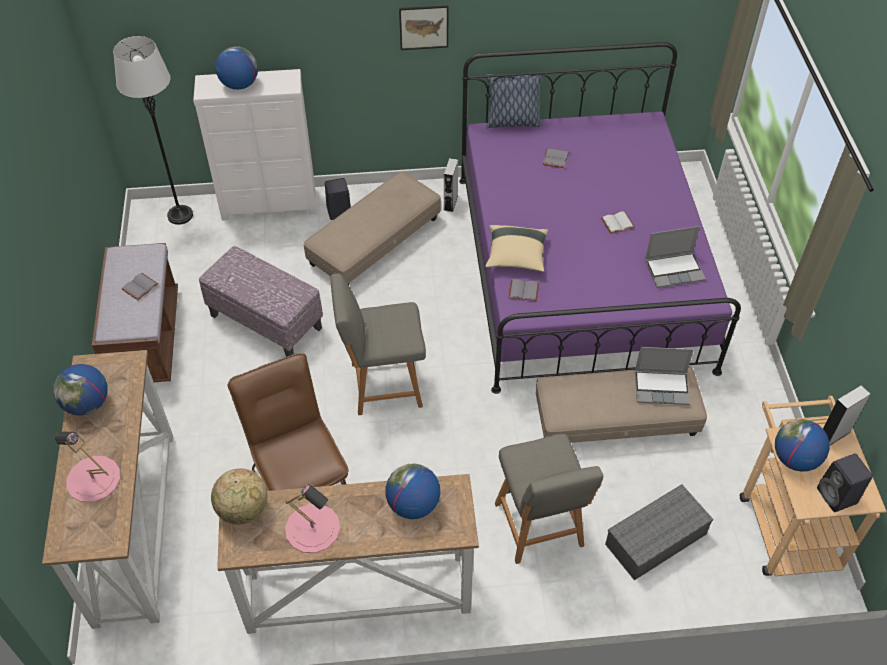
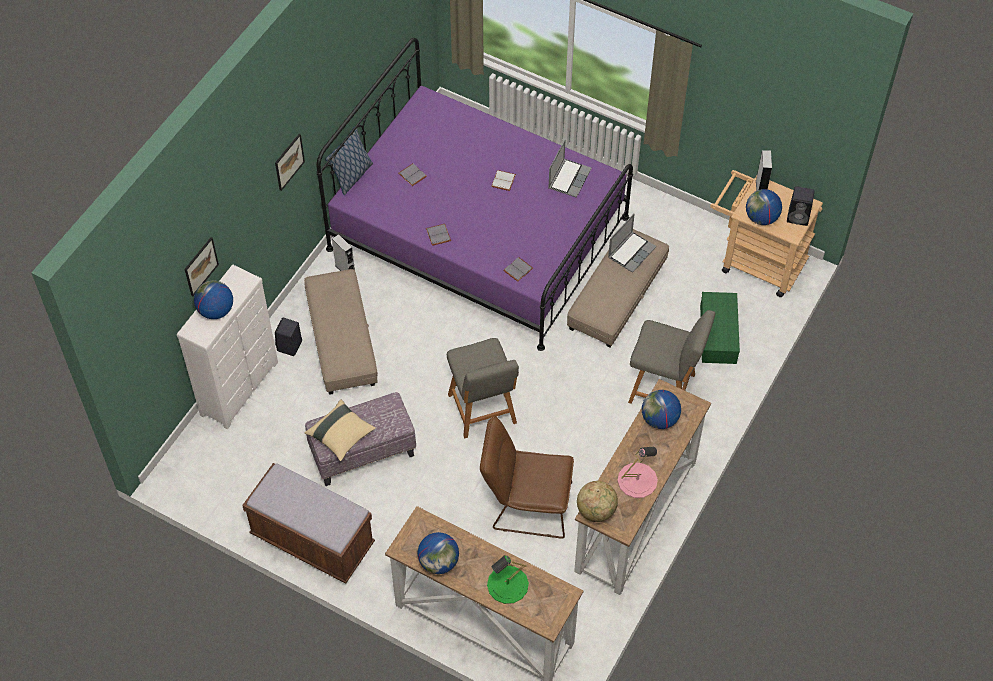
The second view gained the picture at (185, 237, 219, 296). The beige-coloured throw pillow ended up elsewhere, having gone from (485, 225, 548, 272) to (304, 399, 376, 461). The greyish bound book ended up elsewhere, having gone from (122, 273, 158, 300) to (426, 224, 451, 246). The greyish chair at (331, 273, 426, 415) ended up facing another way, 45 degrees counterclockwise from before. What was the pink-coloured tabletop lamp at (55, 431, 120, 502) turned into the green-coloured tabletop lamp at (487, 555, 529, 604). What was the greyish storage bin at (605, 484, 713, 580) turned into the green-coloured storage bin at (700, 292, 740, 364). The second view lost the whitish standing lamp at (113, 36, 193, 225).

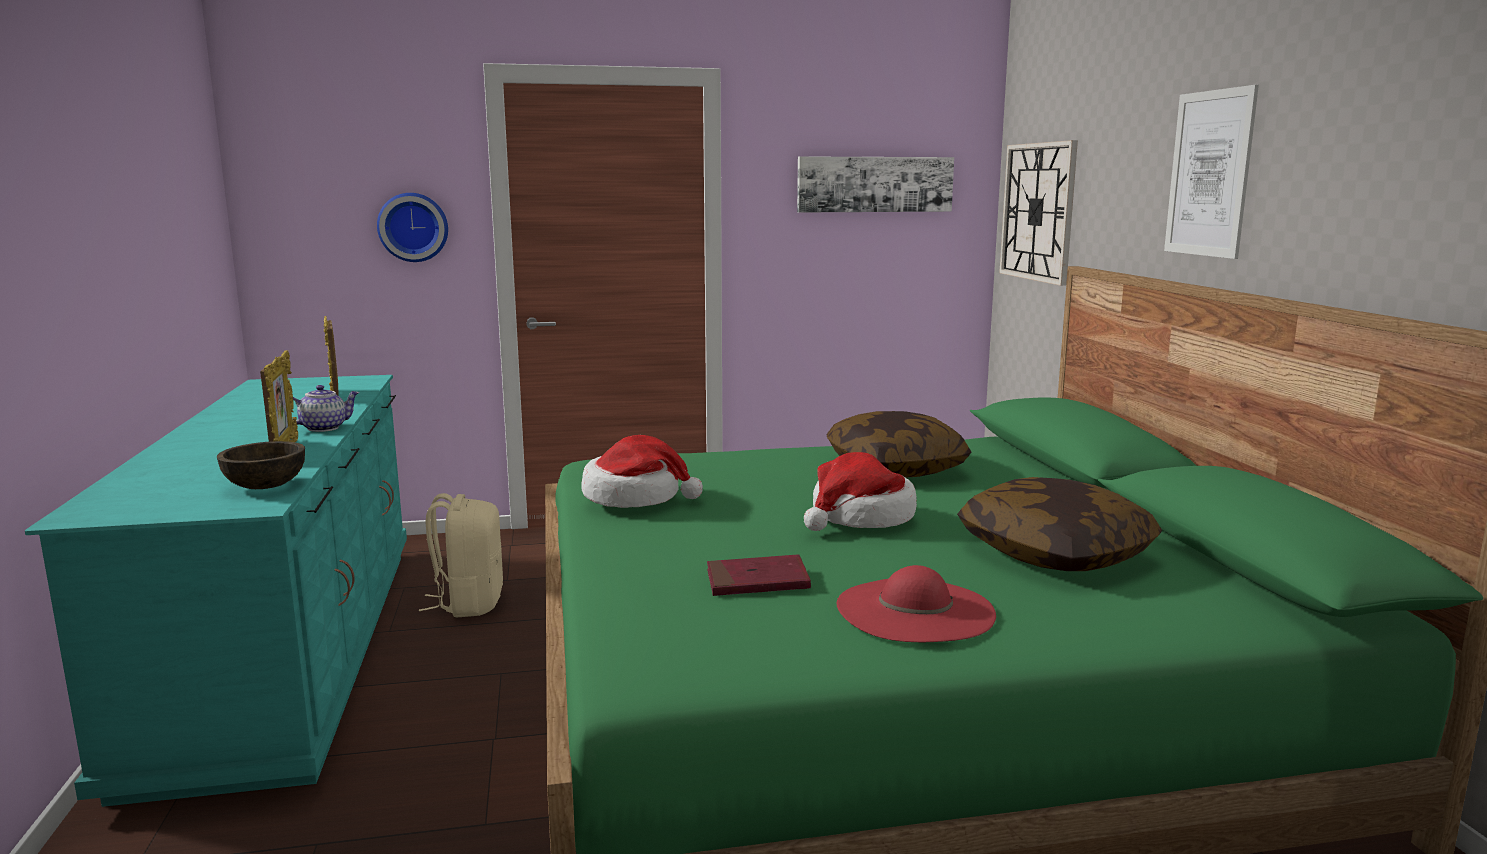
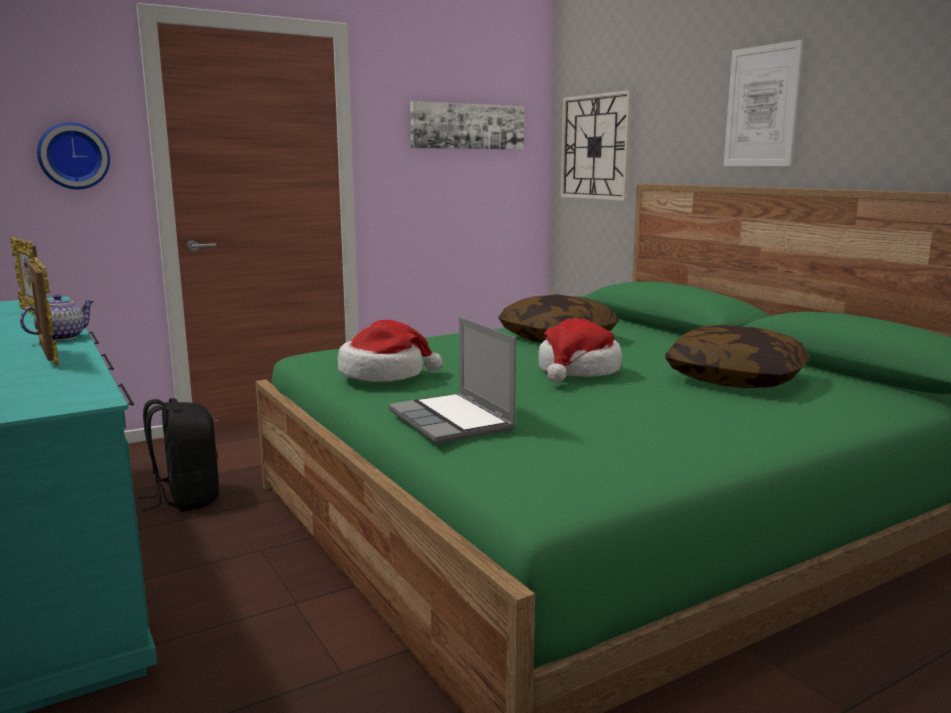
What was the beige-coloured rucksack at (419, 493, 503, 617) turned into the black rucksack at (138, 398, 219, 512). The second view gained the portable computer at (388, 317, 516, 444). The second view lost the brownish serving bowl at (217, 441, 305, 489). The second view lost the reddish bound book at (707, 554, 811, 596). The second view lost the reddish hat at (836, 565, 996, 642).

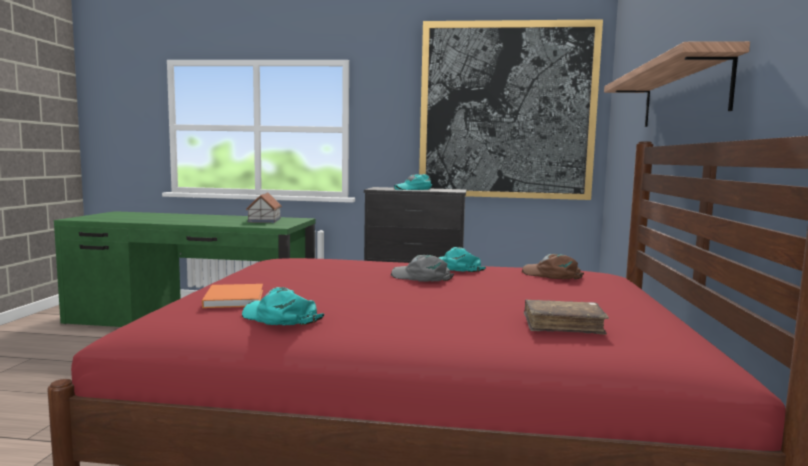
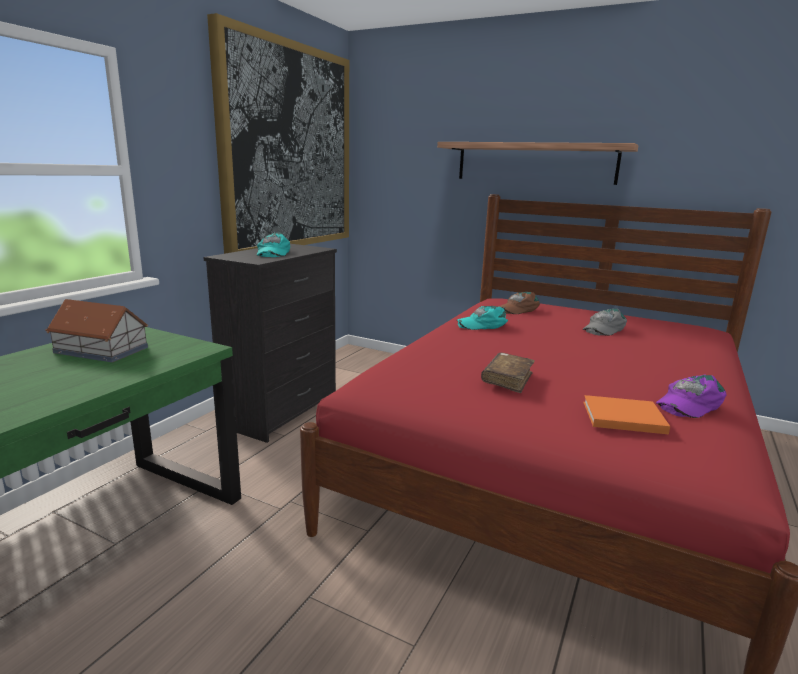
The brownish bound book ended up elsewhere, having gone from (524, 300, 609, 335) to (481, 353, 535, 393). The greyish peaked cap ended up elsewhere, having gone from (391, 255, 454, 282) to (583, 309, 627, 336). What was the blue-green peaked cap at (242, 287, 324, 325) turned into the purple peaked cap at (656, 375, 727, 418).

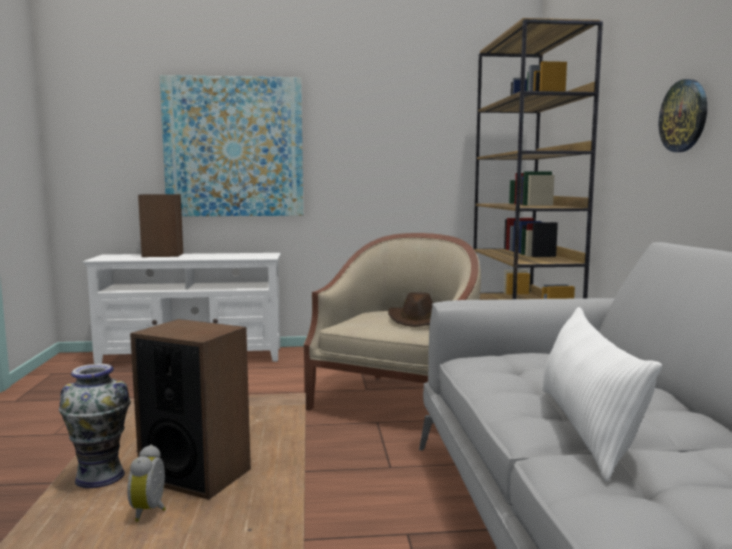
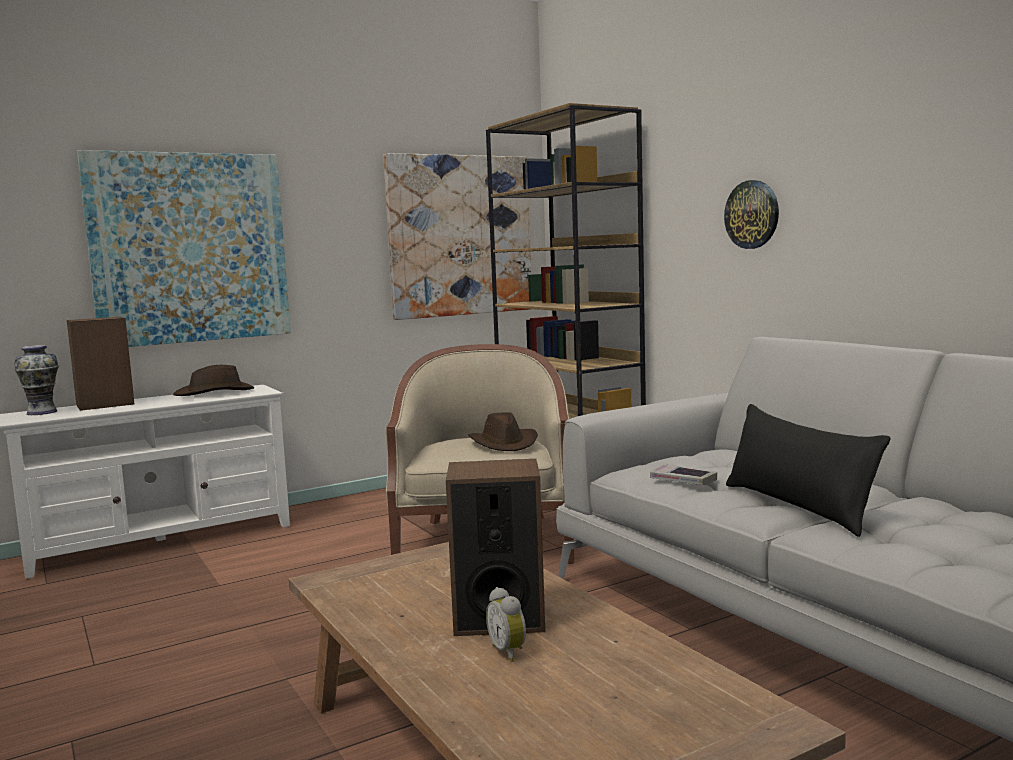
The flower vase ended up elsewhere, having gone from (59, 364, 131, 488) to (15, 345, 59, 415). The second view gained the brownish hat at (173, 365, 254, 396). The second view gained the picture at (384, 153, 531, 320). The second view gained the bound book at (650, 463, 717, 485). What was the whitish throw pillow at (542, 307, 662, 482) turned into the black throw pillow at (726, 404, 890, 537).

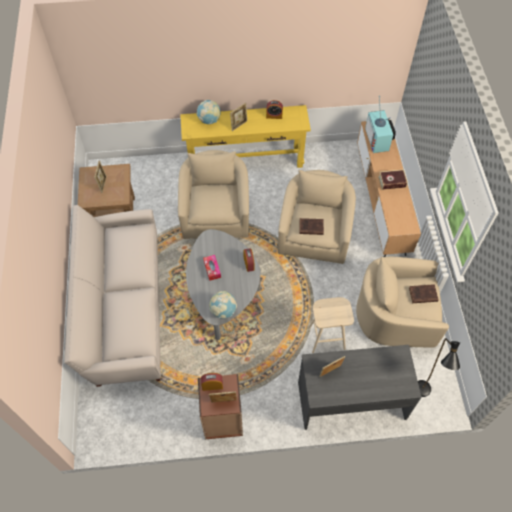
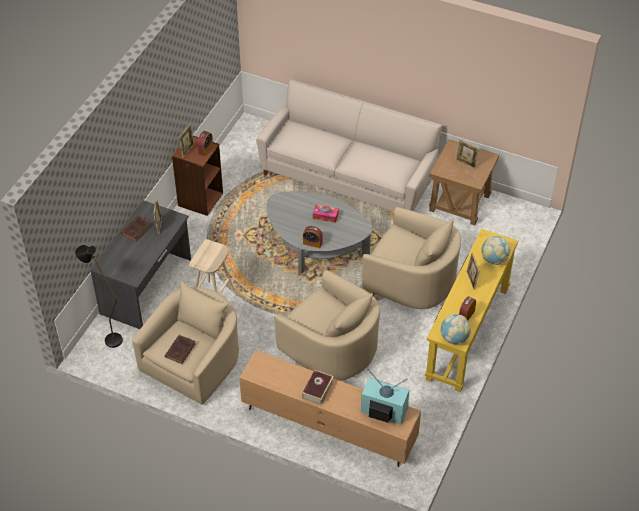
The brownish bound book ended up elsewhere, having gone from (299, 218, 324, 235) to (121, 215, 152, 242). The world globe ended up elsewhere, having gone from (209, 291, 237, 319) to (441, 314, 471, 344).

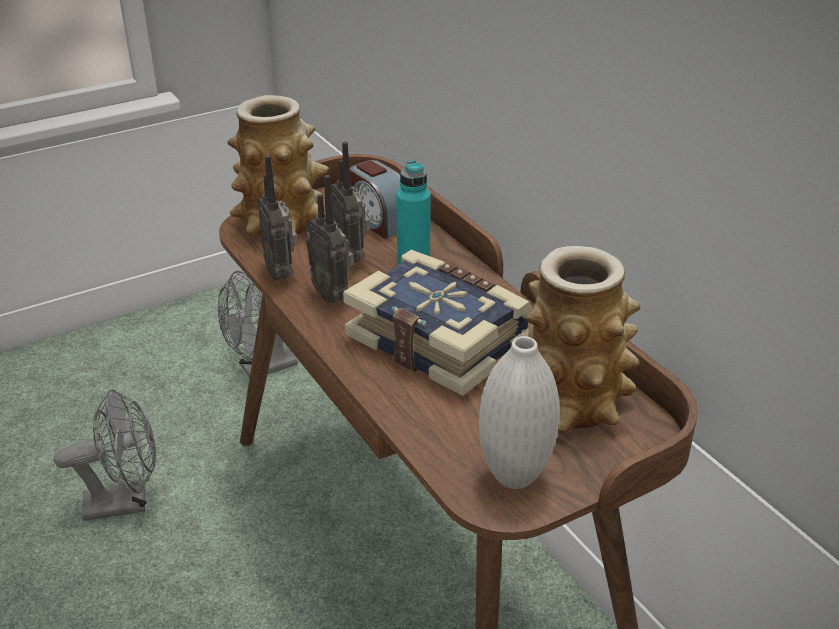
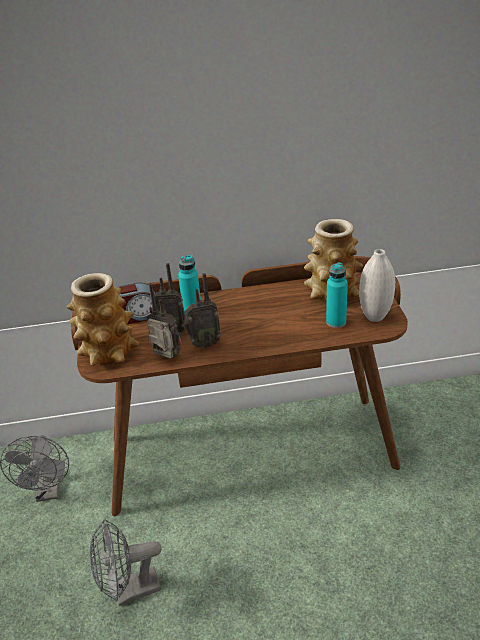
The greyish electric fan at (54, 389, 156, 521) ended up facing another way, 120 degrees counterclockwise from before. The radio set at (257, 155, 298, 280) ended up facing another way, 150 degrees counterclockwise from before. The second view gained the blue-green bottle at (326, 262, 348, 328). The second view lost the bound book at (343, 250, 533, 396).

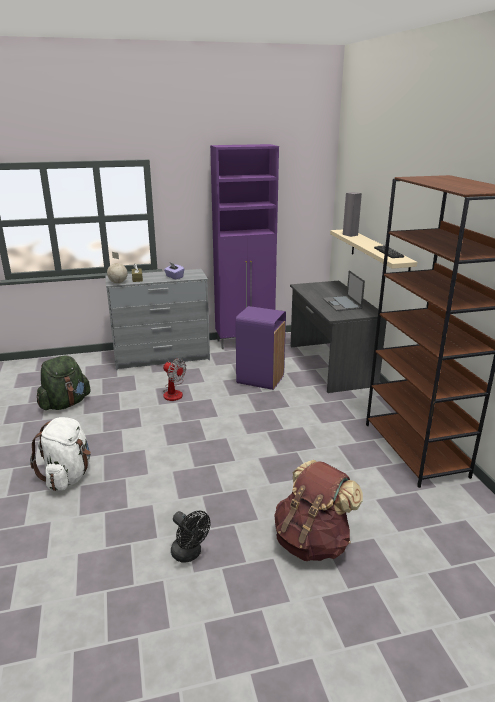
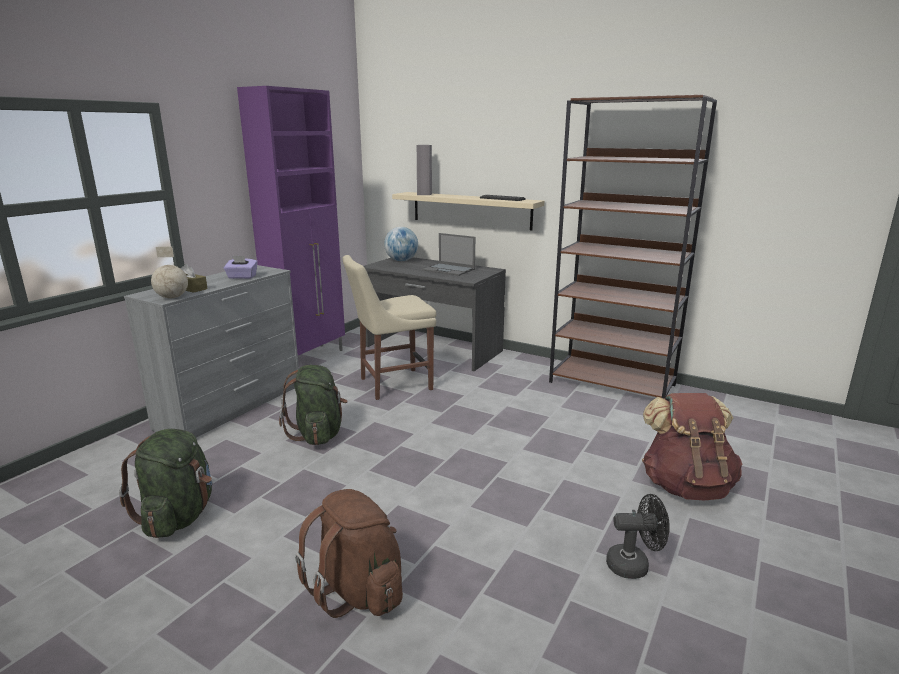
Where the electric fan stood at (163, 359, 186, 401), the green-coloured rucksack came to stand at (279, 365, 348, 445). What was the whitish rucksack at (30, 417, 91, 491) turned into the brownish rucksack at (295, 489, 403, 618). Where the purple trash can stood at (236, 306, 286, 390), the beige-coloured chair came to stand at (342, 255, 436, 400). The second view gained the world globe at (384, 227, 418, 261).

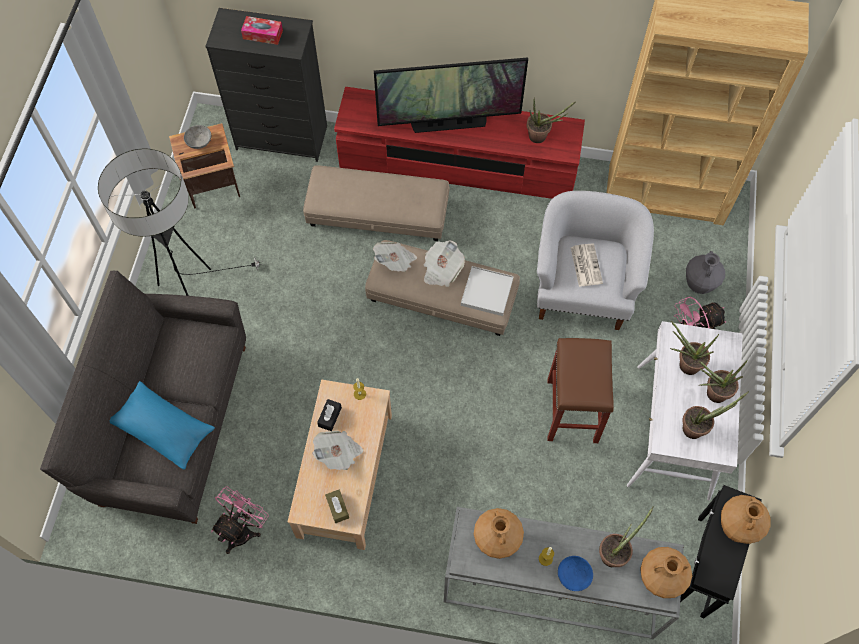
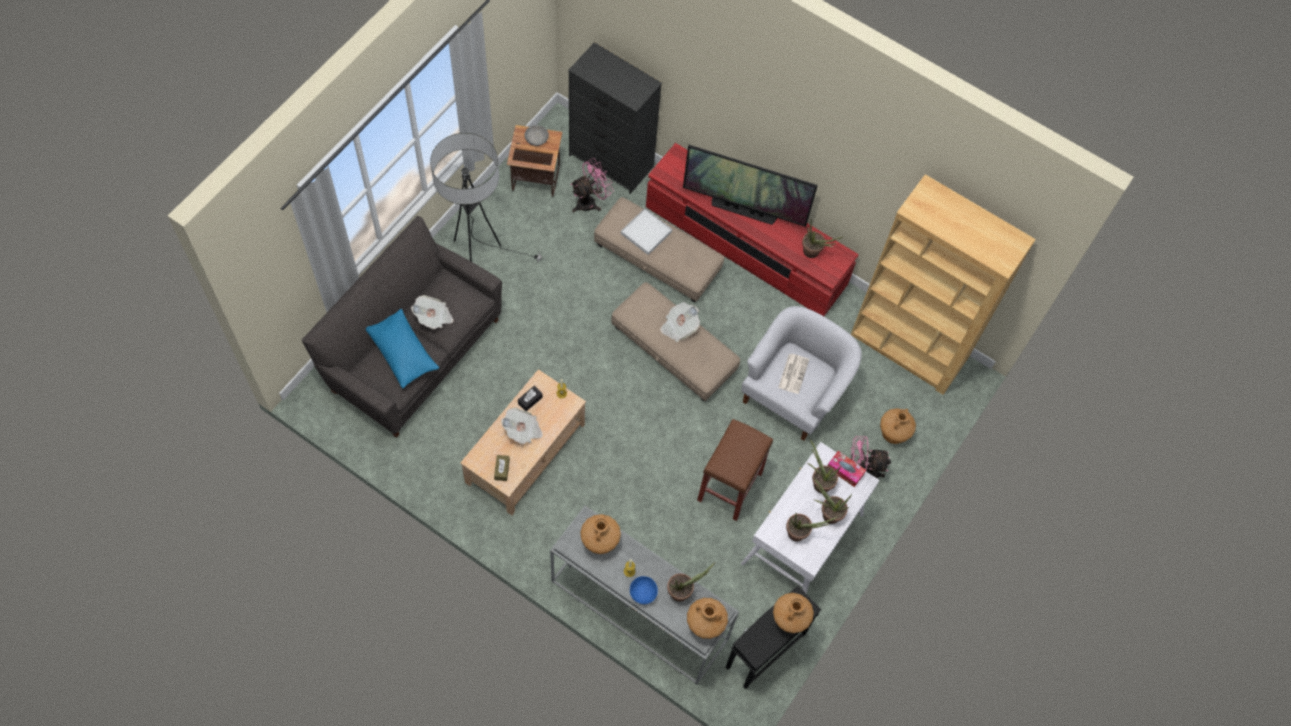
The printed paper ended up elsewhere, having gone from (373, 242, 417, 272) to (411, 295, 454, 330). The pink-coloured electric fan ended up elsewhere, having gone from (211, 486, 269, 554) to (571, 158, 614, 213). The whitish carrying tray ended up elsewhere, having gone from (461, 266, 514, 316) to (621, 208, 672, 255). The tissue holder ended up elsewhere, having gone from (241, 16, 283, 45) to (827, 451, 866, 487). What was the greyish flower vase at (686, 251, 725, 294) turned into the brownish flower vase at (880, 408, 916, 444).

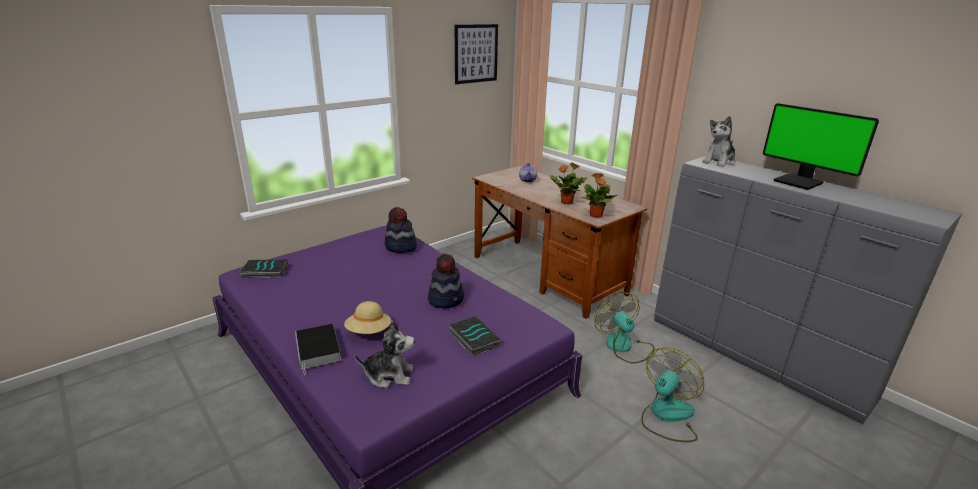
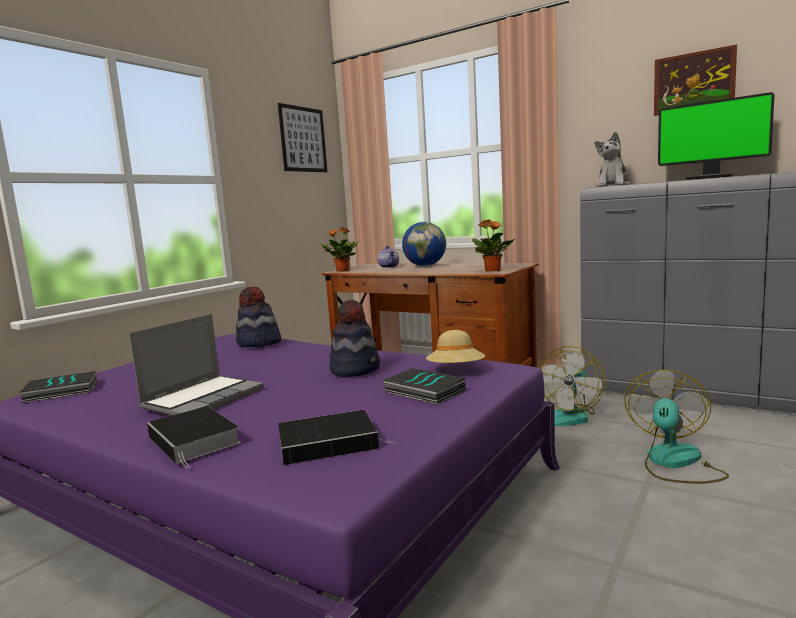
The second view gained the portable computer at (129, 314, 264, 416). Where the soft toy stood at (355, 321, 415, 388), the bound book came to stand at (278, 410, 390, 465). The potted plant ended up elsewhere, having gone from (550, 162, 587, 205) to (320, 227, 360, 272). The second view gained the world globe at (402, 222, 446, 266). The beige-coloured hat ended up elsewhere, having gone from (344, 301, 391, 334) to (426, 330, 485, 363). The electric fan at (594, 292, 654, 364) ended up facing another way, 105 degrees counterclockwise from before. The second view gained the picture at (654, 44, 737, 116).

